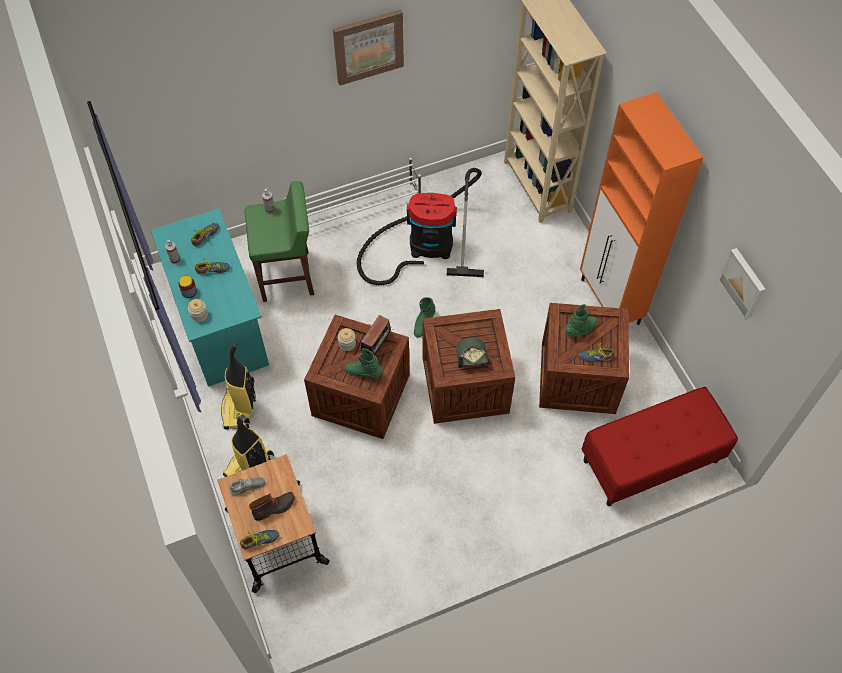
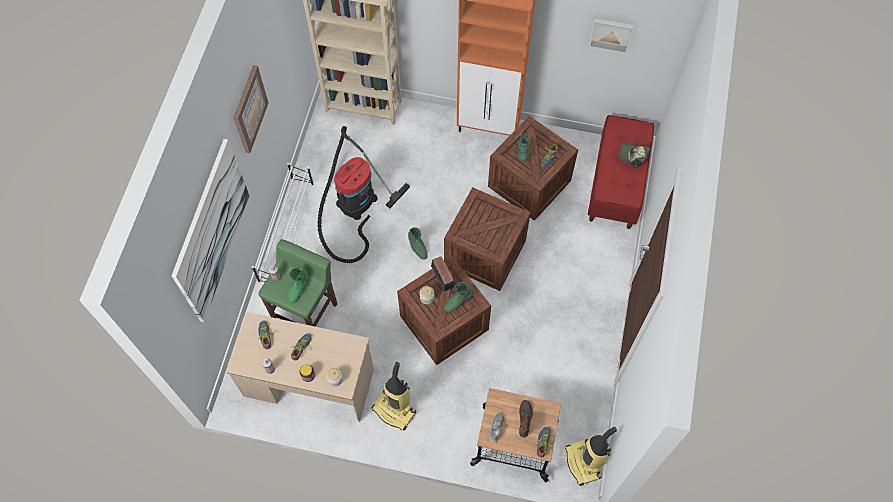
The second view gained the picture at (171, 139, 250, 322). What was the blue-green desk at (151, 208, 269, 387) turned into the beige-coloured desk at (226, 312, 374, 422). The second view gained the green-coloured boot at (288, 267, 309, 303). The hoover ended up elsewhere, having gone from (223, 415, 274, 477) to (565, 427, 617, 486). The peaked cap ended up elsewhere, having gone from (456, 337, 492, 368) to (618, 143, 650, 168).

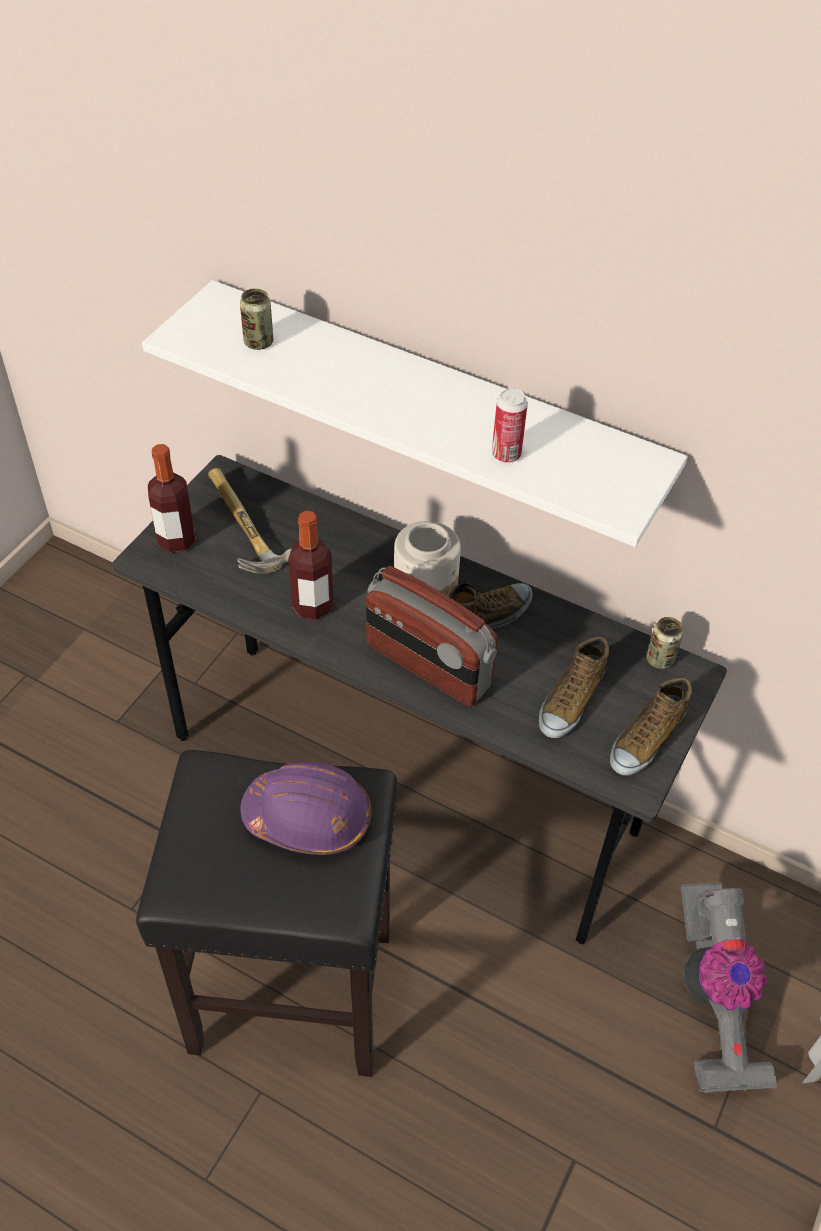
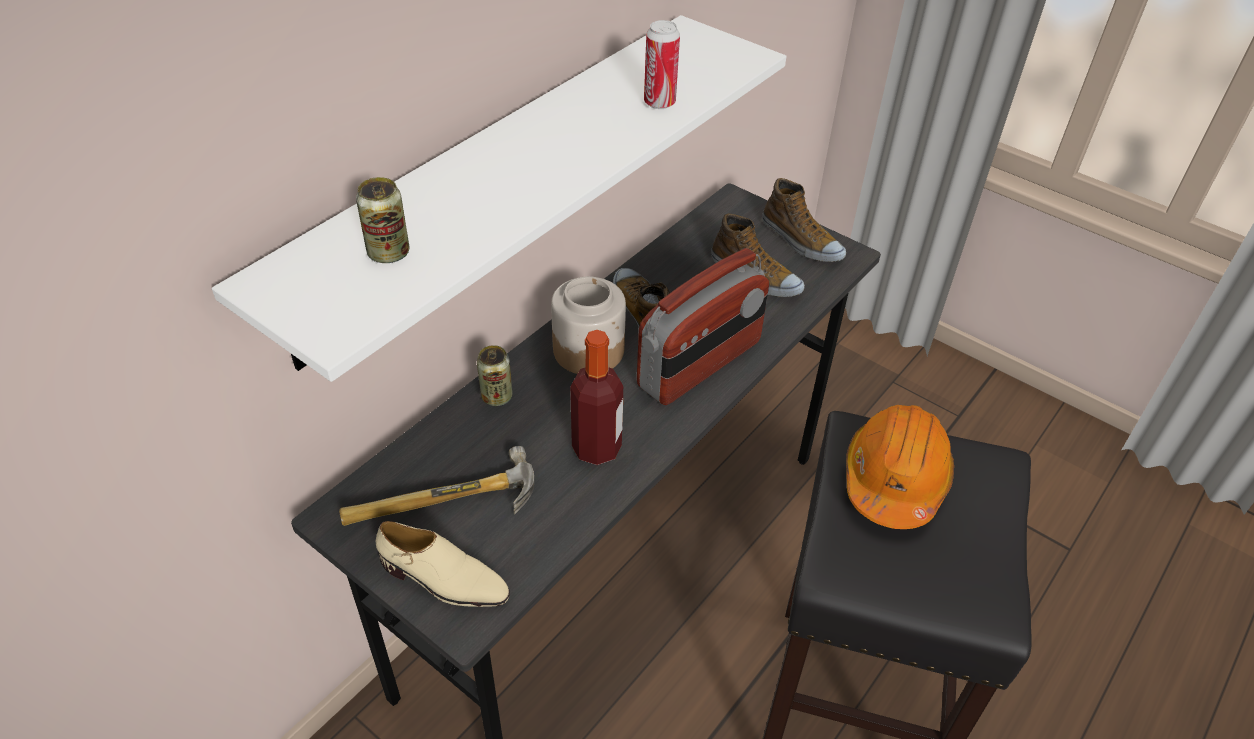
Where the bottle stood at (148, 444, 195, 553), the beige-coloured shoe came to stand at (376, 521, 510, 607). The metal can ended up elsewhere, having gone from (647, 617, 683, 669) to (477, 345, 513, 406). What was the purple work helmet at (240, 761, 371, 855) turned into the orangey work helmet at (846, 405, 954, 529). The second view lost the hoover at (681, 882, 777, 1093).

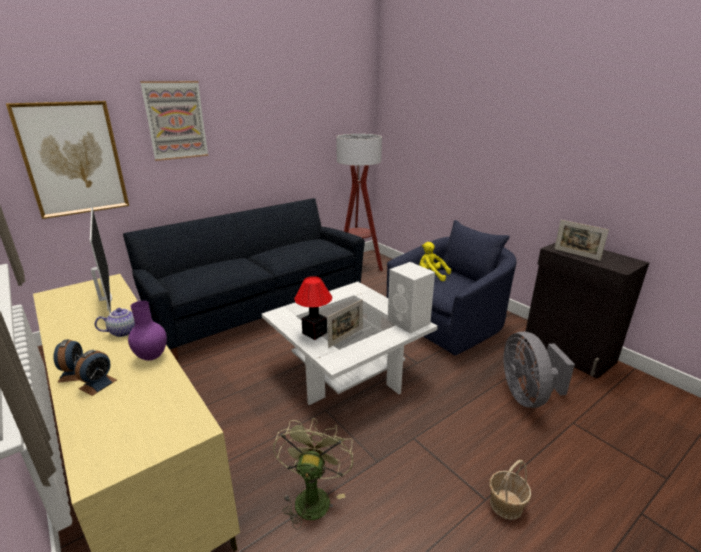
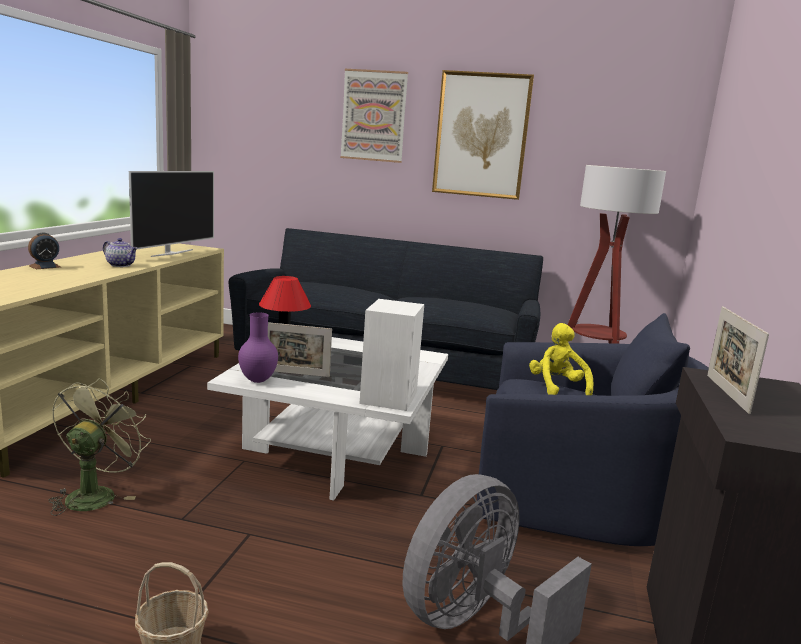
The green-coloured electric fan at (273, 418, 353, 530) ended up facing another way, 45 degrees counterclockwise from before. The purple flower vase ended up elsewhere, having gone from (128, 301, 167, 361) to (238, 312, 278, 383). The picture ended up elsewhere, having gone from (6, 101, 129, 219) to (432, 70, 534, 200). The second view lost the table clock at (74, 350, 117, 396).

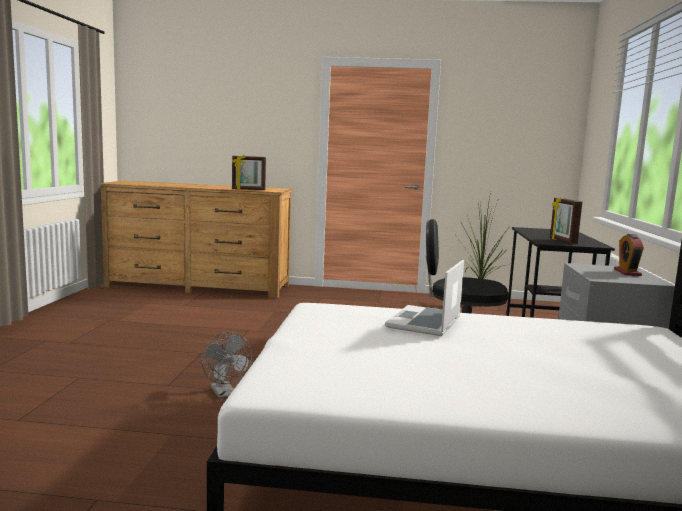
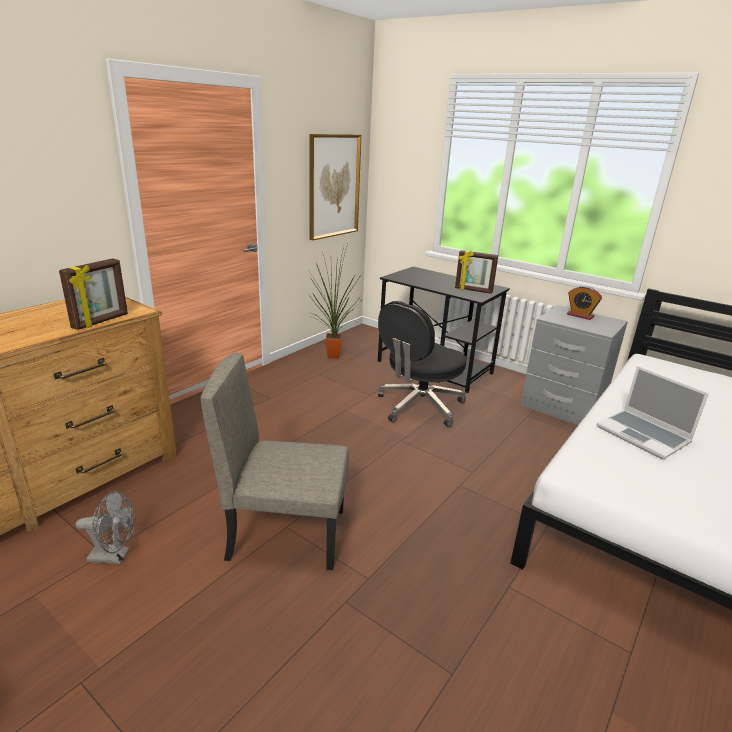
The greyish electric fan ended up elsewhere, having gone from (201, 332, 252, 399) to (76, 490, 136, 564). The second view gained the beige-coloured chair at (200, 353, 349, 570). The second view gained the picture at (309, 134, 361, 240).

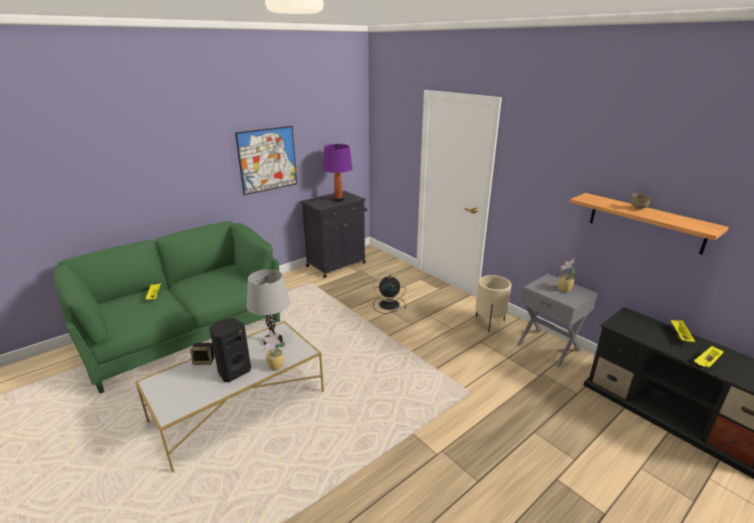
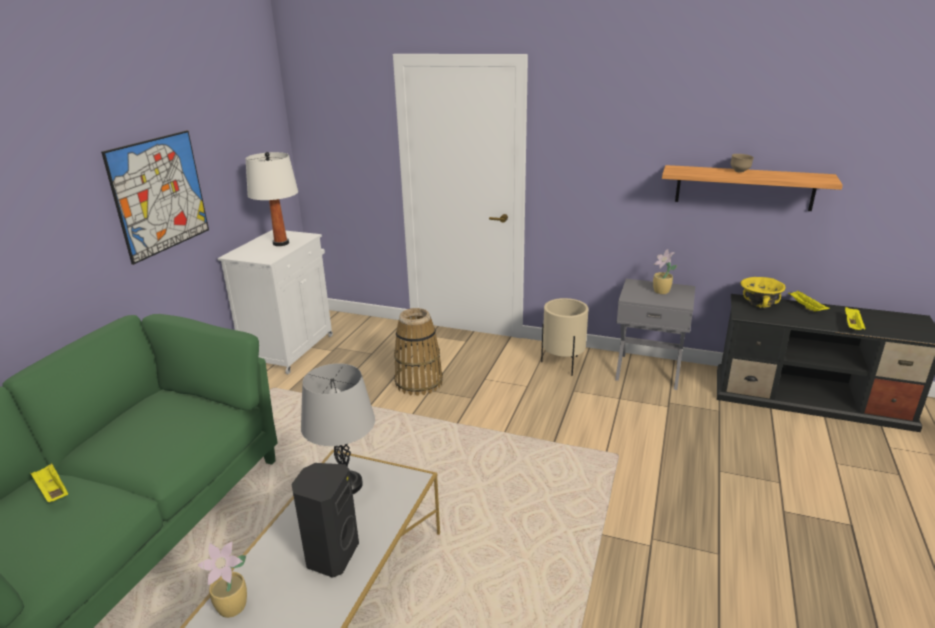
The potted plant ended up elsewhere, having gone from (263, 330, 285, 370) to (198, 542, 247, 618). What was the black cupboard at (300, 191, 367, 278) turned into the whitish cupboard at (217, 230, 333, 374). What was the purple tabletop lamp at (323, 144, 352, 201) turned into the whitish tabletop lamp at (245, 152, 298, 246). Where the black electric fan stood at (373, 272, 406, 313), the basket came to stand at (394, 308, 443, 396). The second view gained the yellow-coloured serving bowl at (740, 277, 786, 309). The second view lost the audio speaker at (190, 343, 214, 365).

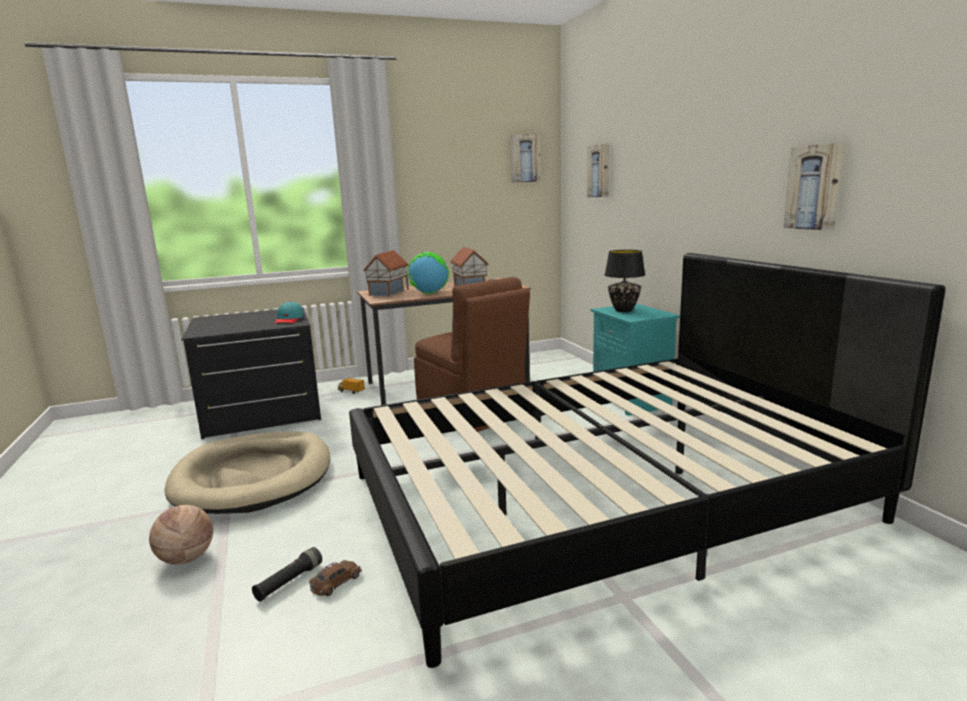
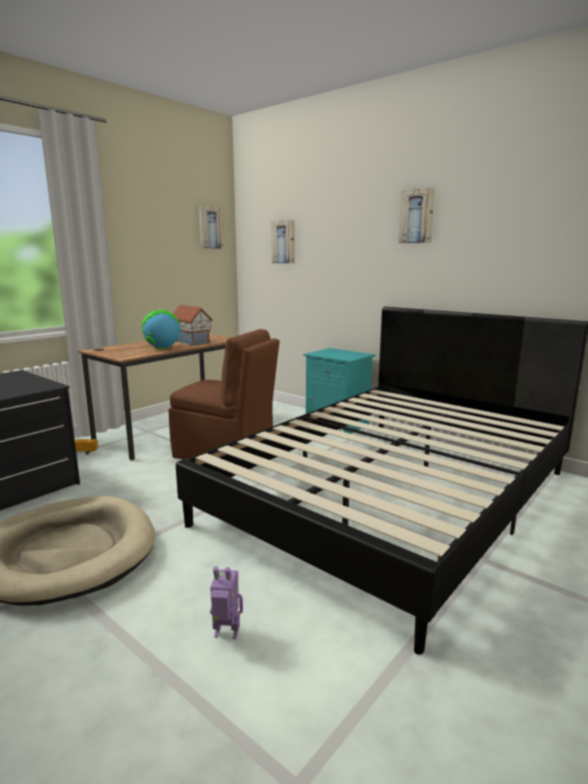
Where the black torch stood at (252, 547, 322, 602), the robot figure came to stand at (210, 566, 243, 639). The picture ended up elsewhere, having gone from (783, 143, 845, 231) to (399, 188, 435, 243). The second view lost the basketball ball at (149, 505, 213, 565). The second view lost the blue-green peaked cap at (275, 301, 304, 324). The second view lost the brownish toy car at (309, 560, 362, 596). The second view lost the toy house at (364, 250, 409, 296). The second view lost the black tabletop lamp at (605, 250, 645, 312).

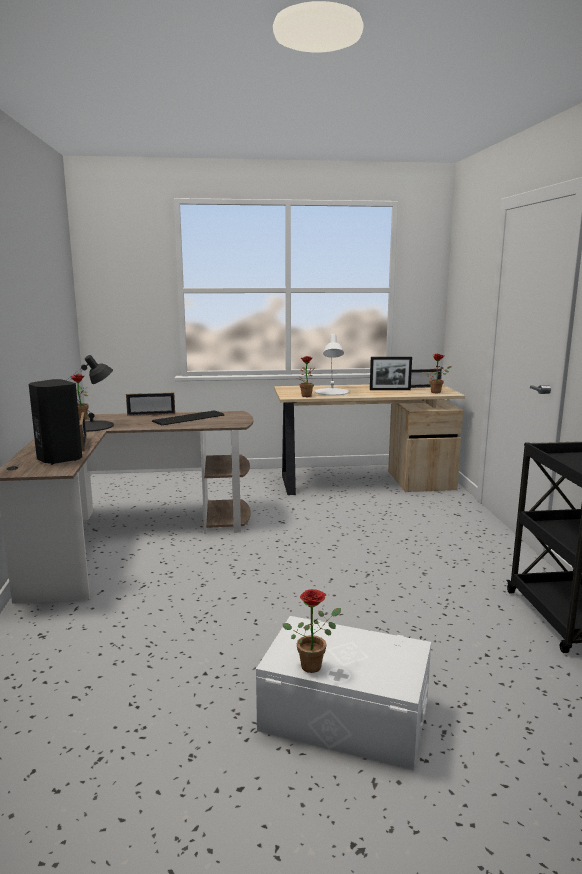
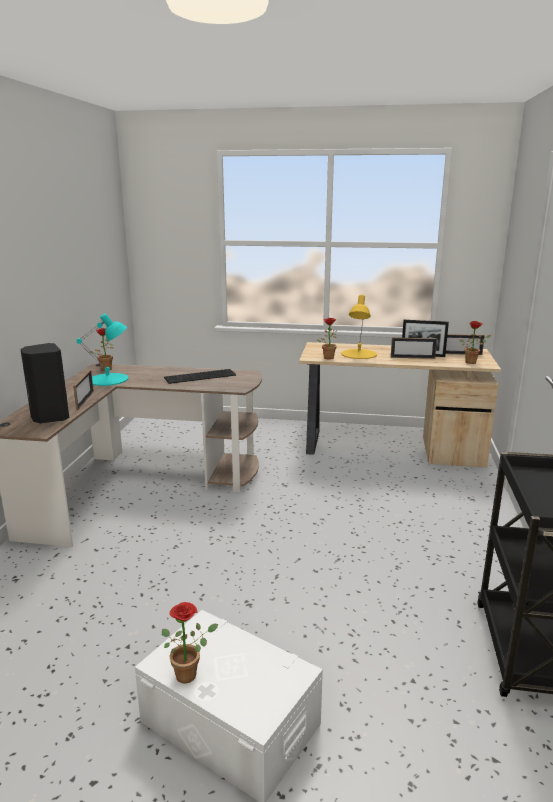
What was the black tabletop lamp at (67, 355, 114, 432) turned into the blue-green tabletop lamp at (76, 314, 128, 386). What was the whitish tabletop lamp at (315, 334, 349, 395) turned into the yellow-coloured tabletop lamp at (341, 295, 377, 359). The standing frame ended up elsewhere, having gone from (126, 392, 175, 416) to (391, 338, 437, 359).

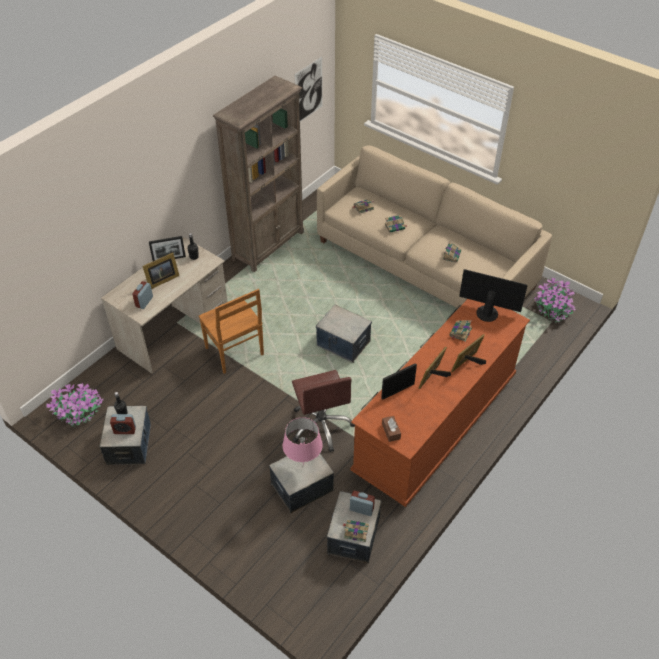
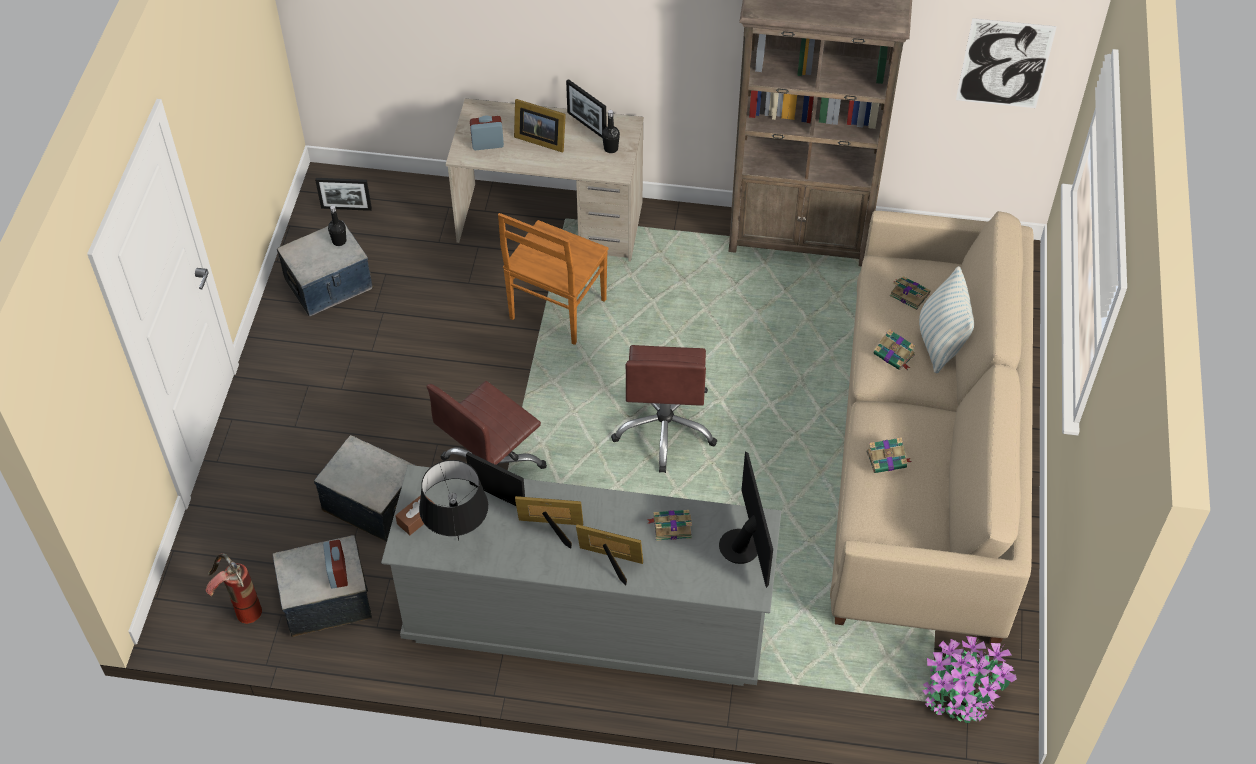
The second view gained the fire-fighting cylinder at (205, 553, 262, 624). Where the potted plant stood at (47, 383, 103, 427), the standing frame came to stand at (315, 178, 372, 211). What was the brownish chest of drawers at (351, 299, 530, 507) turned into the greyish chest of drawers at (381, 465, 781, 686). The second view gained the black tabletop lamp at (419, 460, 488, 541). Where the storage bin stood at (316, 305, 372, 363), the brownish desk chair came to stand at (611, 345, 717, 473). The second view gained the throw pillow at (919, 266, 974, 373). The second view lost the table clock at (110, 414, 136, 434). The second view lost the pink-coloured tabletop lamp at (283, 417, 323, 465). The second view lost the bound book at (342, 520, 369, 542).

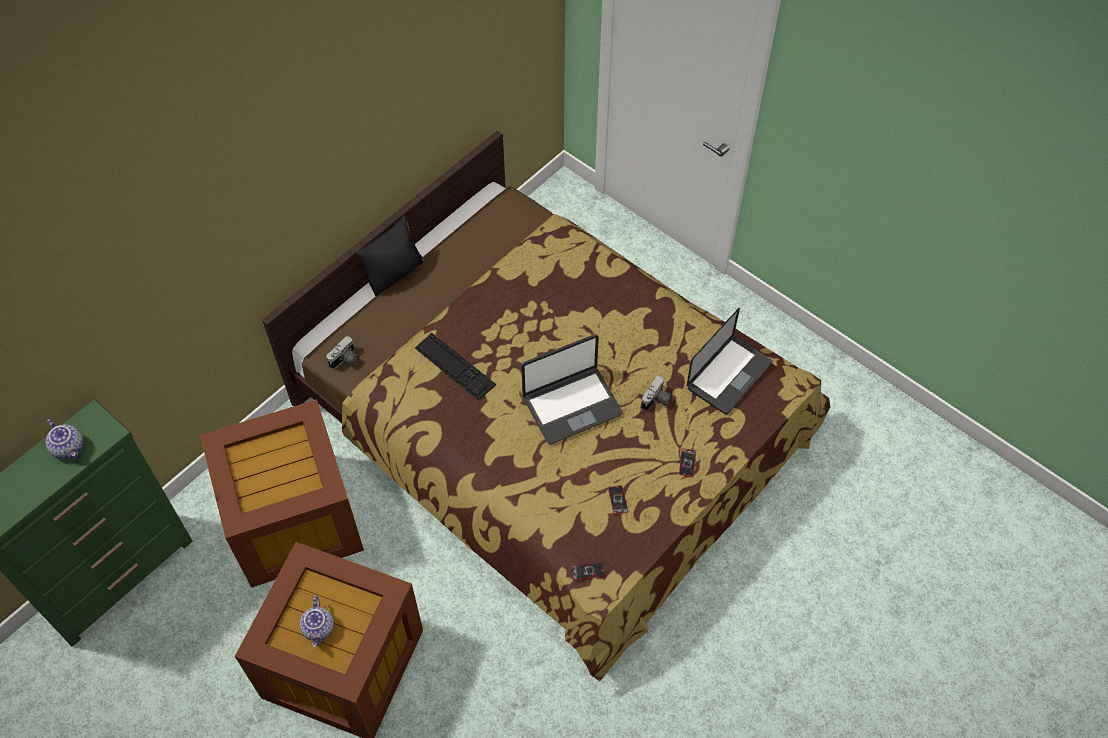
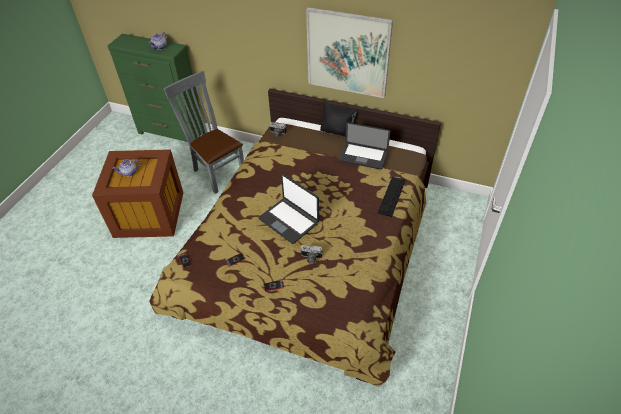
Where the brownish storage bin stood at (200, 399, 364, 588), the greyish chair came to stand at (163, 71, 244, 194). The second view gained the picture at (306, 7, 393, 98). The portable computer ended up elsewhere, having gone from (687, 308, 773, 415) to (339, 122, 390, 170). The PC keyboard ended up elsewhere, having gone from (415, 333, 496, 400) to (378, 177, 406, 217).

